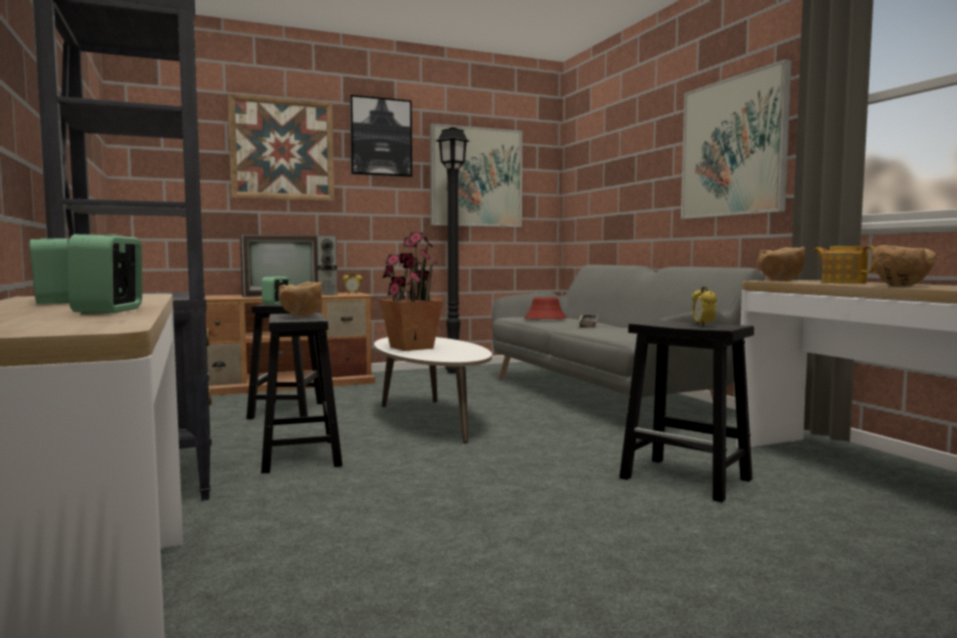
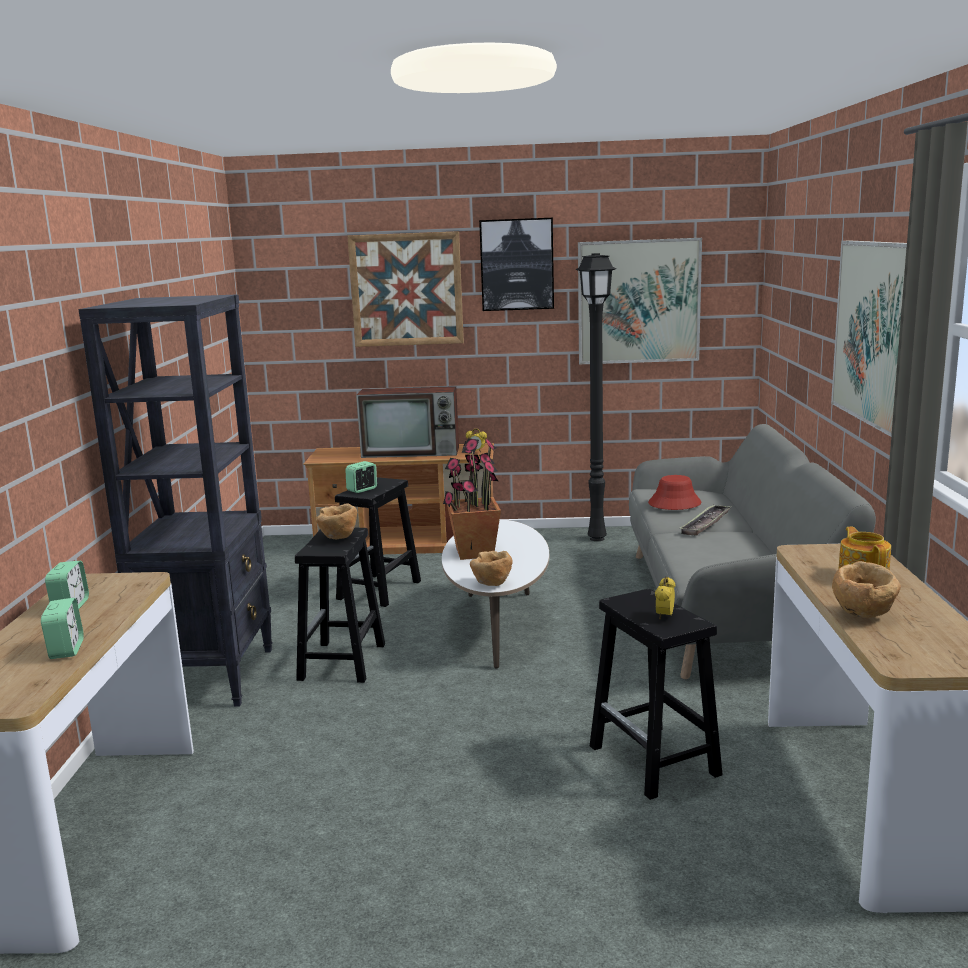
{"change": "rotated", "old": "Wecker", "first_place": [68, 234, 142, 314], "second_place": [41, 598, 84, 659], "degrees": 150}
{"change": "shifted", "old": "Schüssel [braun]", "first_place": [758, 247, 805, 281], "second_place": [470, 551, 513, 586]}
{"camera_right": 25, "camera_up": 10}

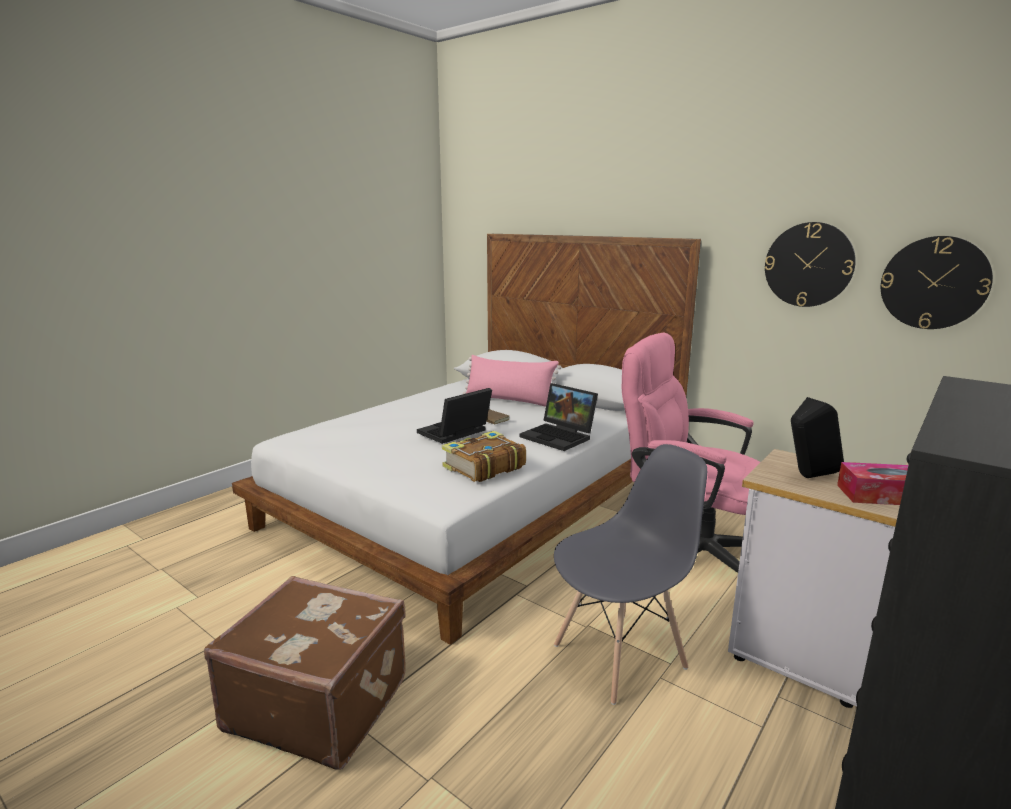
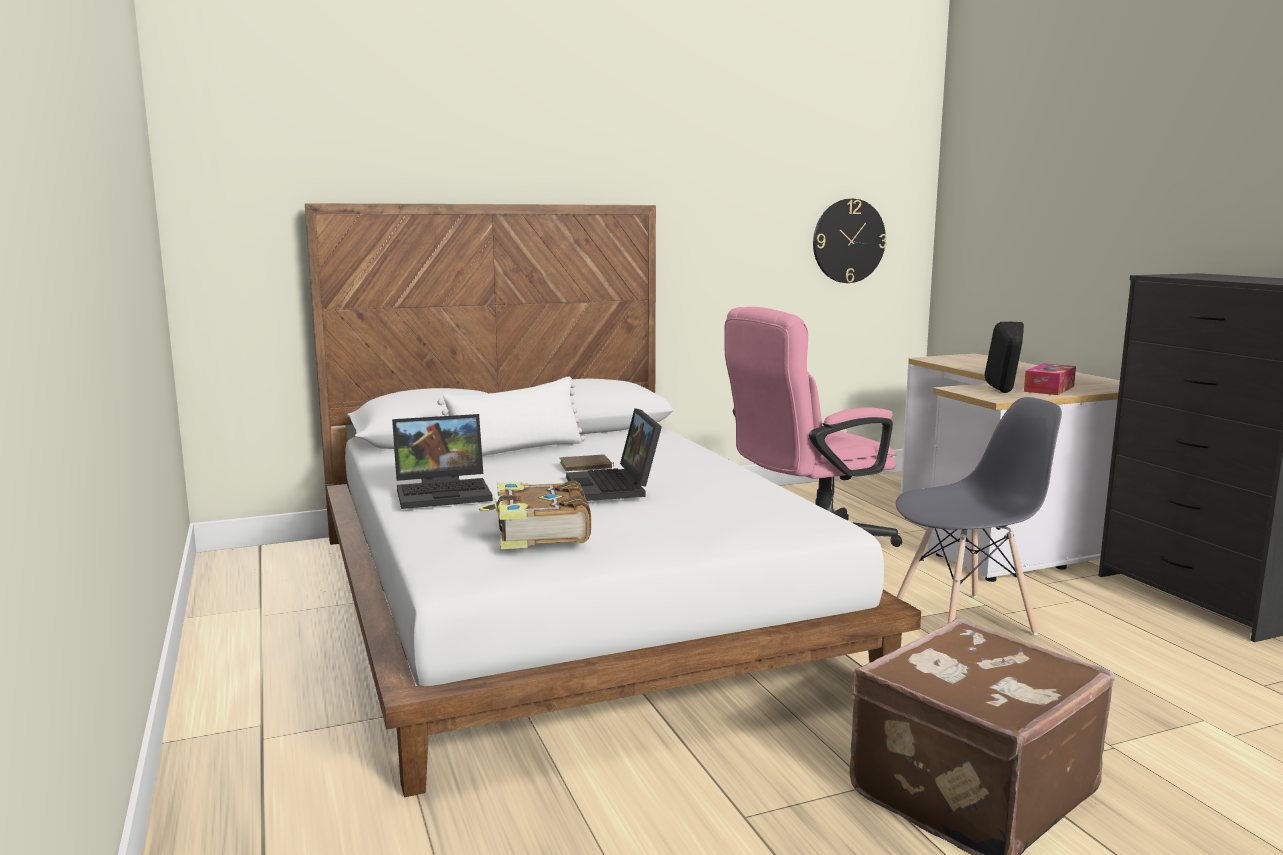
{"change": "gone", "old": "Wanduhr", "first_place": [765, 222, 856, 307]}
{"change": "repainted", "old": "Kissen [rosa]", "new": "Kissen [weiß]", "first_place": [463, 355, 561, 407], "second_place": [437, 376, 585, 456]}
{"change": "shifted", "old": "Laptop", "first_place": [520, 383, 598, 451], "second_place": [392, 414, 493, 509]}
{"change": "shifted", "old": "Buch", "first_place": [442, 431, 526, 482], "second_place": [479, 481, 591, 549]}
{"change": "rotated", "old": "Stuhl [grau]", "first_place": [554, 444, 707, 705], "second_place": [896, 397, 1062, 635], "degrees": 75}
{"camera_right": -60, "camera_up": -5}

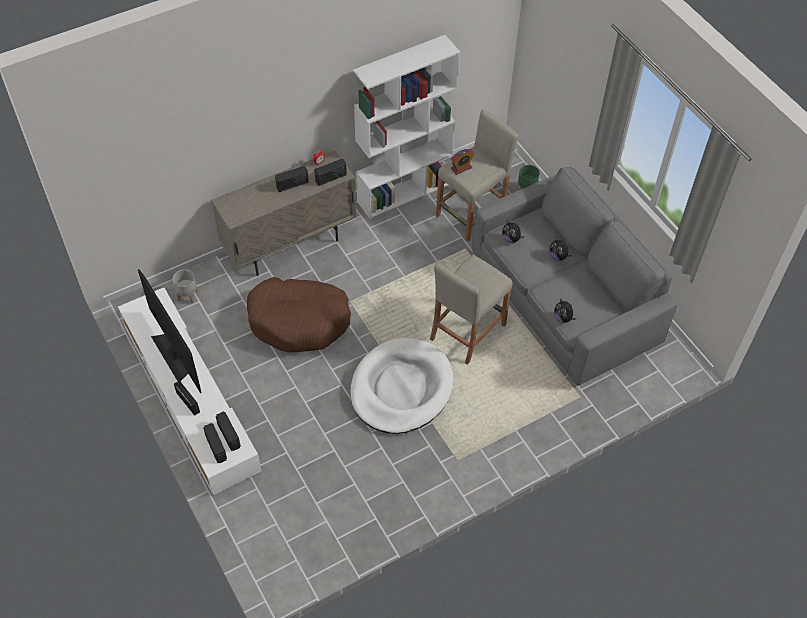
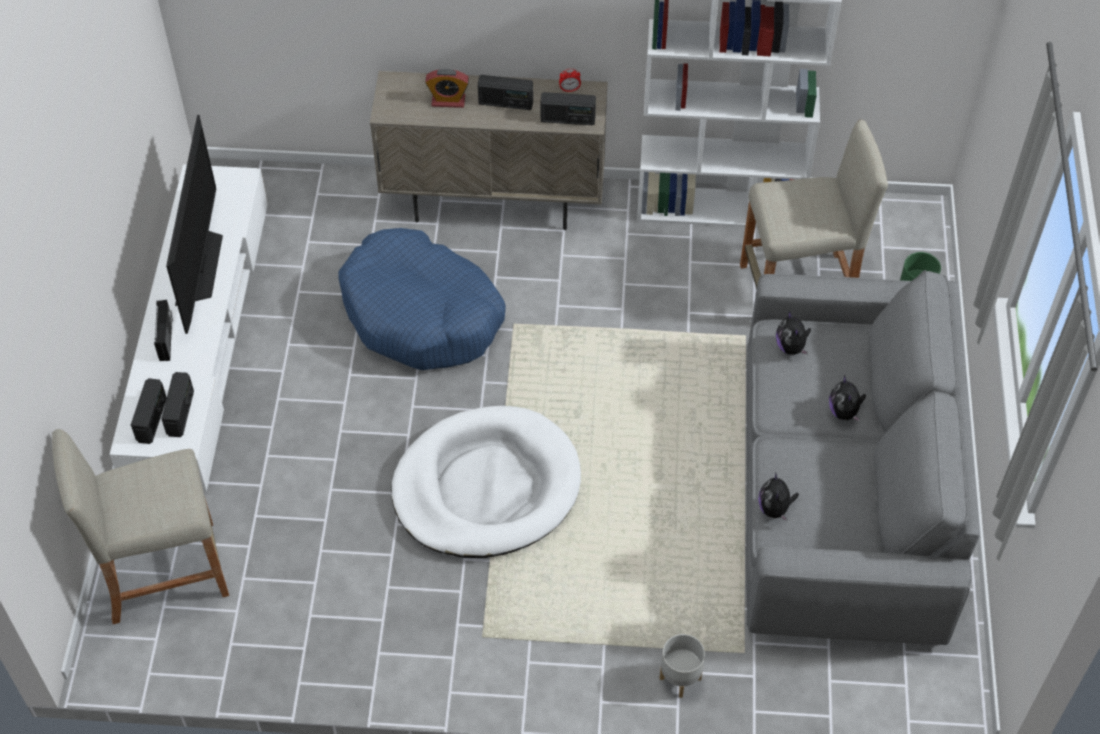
{"change": "shifted", "old": "Wecker", "first_place": [451, 149, 474, 175], "second_place": [425, 69, 469, 108]}
{"change": "shifted", "old": "Hocker [beige]", "first_place": [430, 255, 512, 365], "second_place": [52, 429, 229, 624]}
{"change": "shifted", "old": "Pflanzkübel [grau]", "first_place": [173, 270, 198, 303], "second_place": [660, 634, 705, 698]}
{"change": "repainted", "old": "Hundebett [braun]", "new": "Hundebett [blau]", "first_place": [247, 277, 351, 353], "second_place": [339, 228, 506, 370]}
{"camera_right": 35, "camera_up": 0}

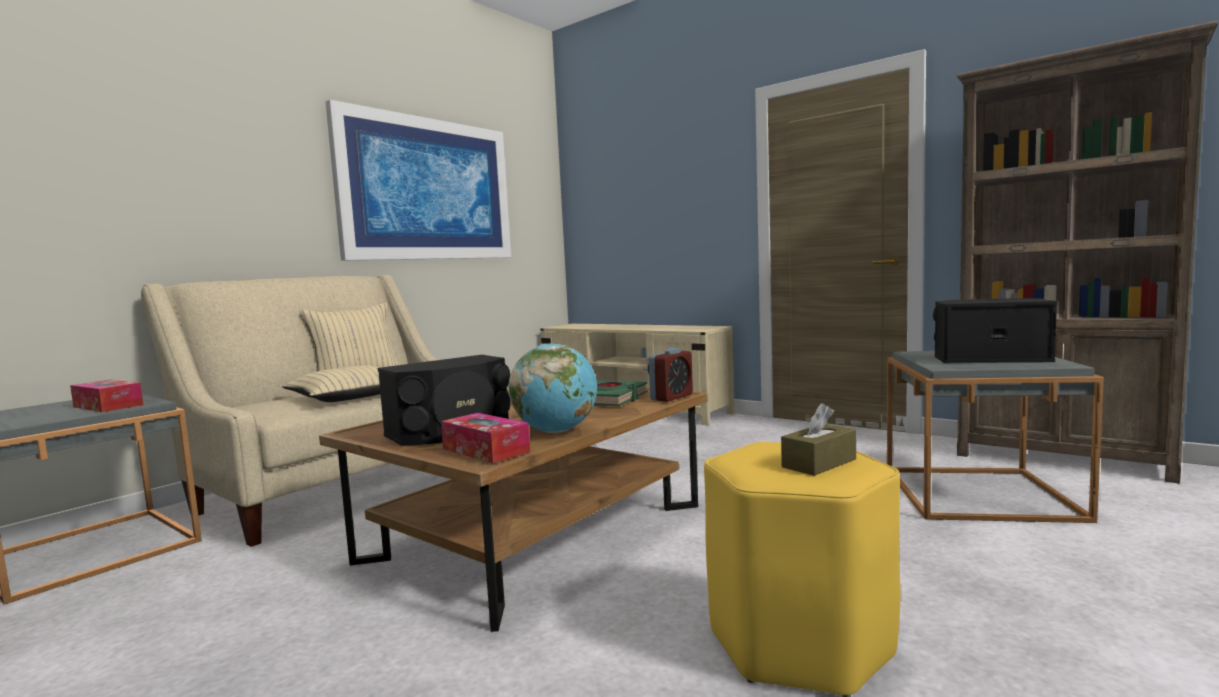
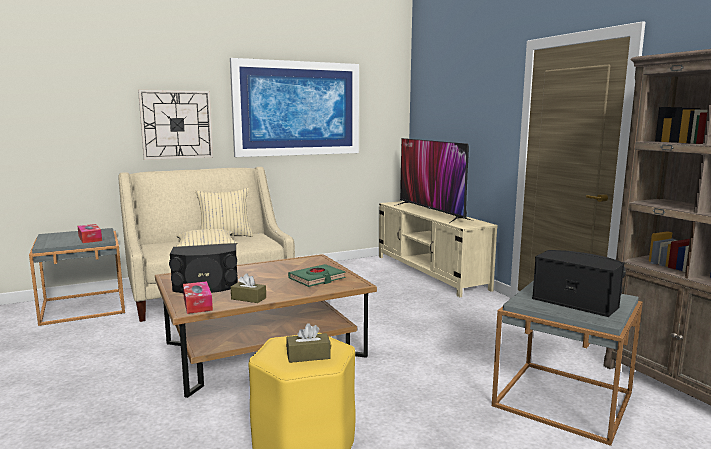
{"change": "swapped", "old": "Globus", "new": "Taschentuchbox [braun]", "first_place": [509, 344, 597, 433], "second_place": [231, 274, 266, 303]}
{"change": "gone", "old": "Wecker", "first_place": [649, 348, 693, 402]}
{"change": "new", "new": "Wanduhr", "second_place": [138, 89, 213, 160]}
{"change": "new", "new": "Fernseher", "second_place": [394, 138, 473, 223]}
{"camera_right": 25, "camera_up": 5}

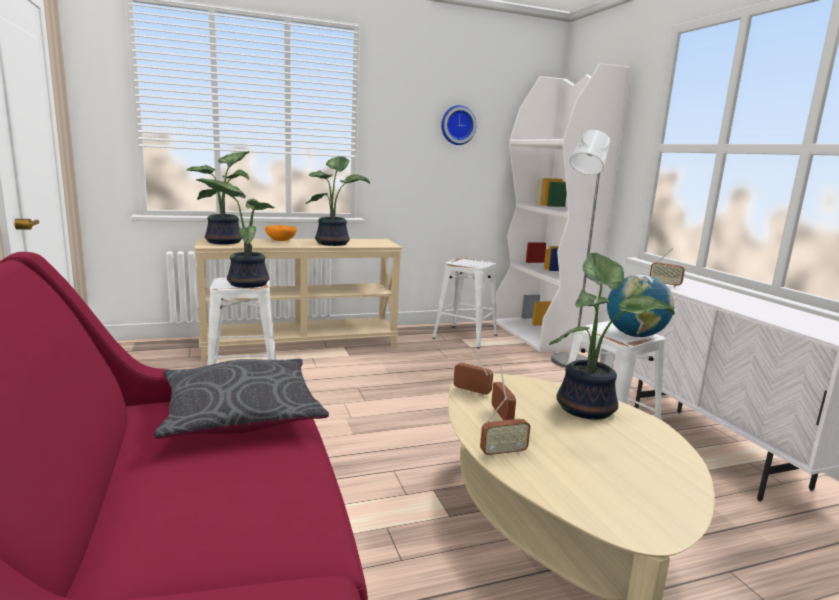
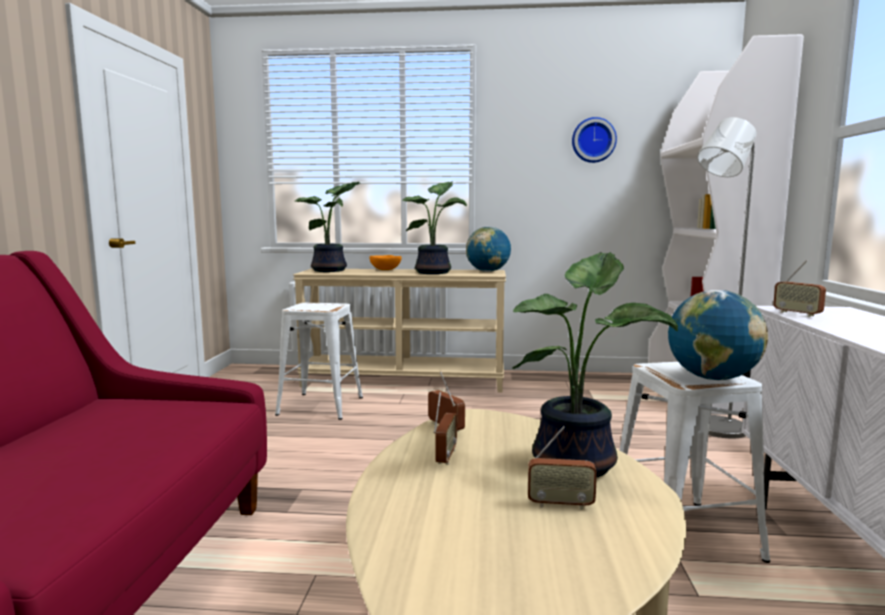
{"change": "gone", "old": "Topfpflanze", "first_place": [195, 178, 274, 288]}
{"change": "gone", "old": "Hocker [weiß]", "first_place": [432, 258, 497, 348]}
{"change": "gone", "old": "Kissen [grau]", "first_place": [154, 359, 329, 439]}
{"change": "shifted", "old": "Radio", "first_place": [480, 396, 531, 458], "second_place": [528, 426, 597, 510]}
{"change": "new", "new": "Globus", "second_place": [466, 227, 511, 272]}
{"camera_right": 25, "camera_up": -5}

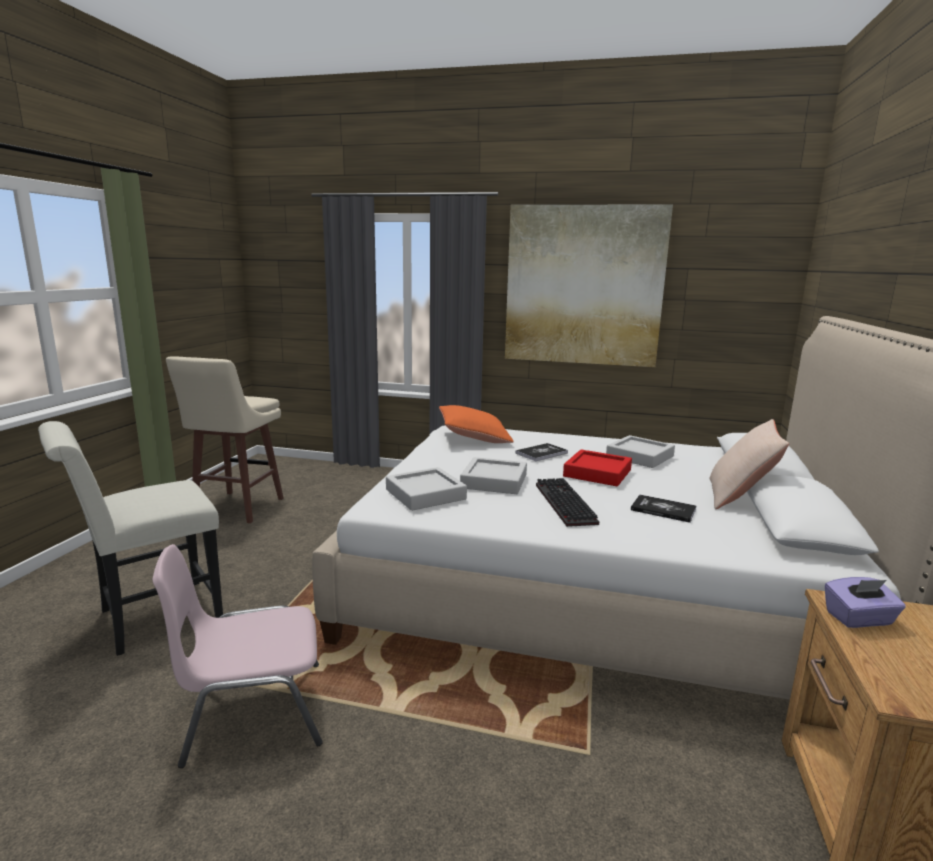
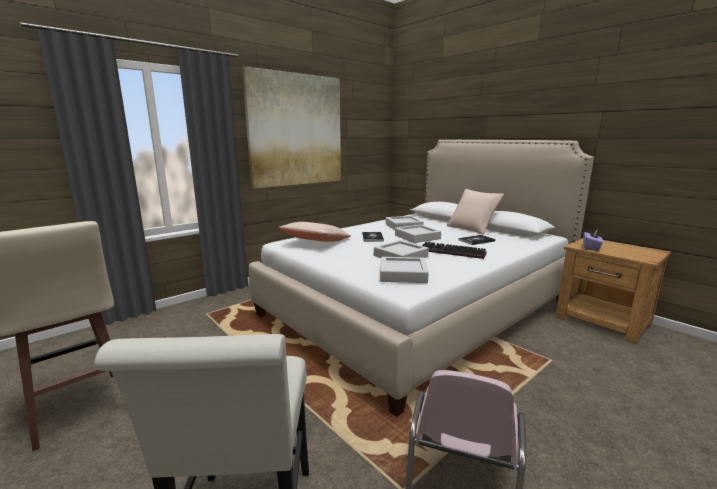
{"change": "repainted", "old": "Kissen [orange]", "new": "Kissen [beige]", "first_place": [439, 405, 514, 443], "second_place": [279, 222, 351, 242]}
{"change": "repainted", "old": "Tablett [rot]", "new": "Tablett [grau]", "first_place": [563, 449, 632, 486], "second_place": [395, 225, 441, 243]}
{"camera_right": -55, "camera_up": 0}

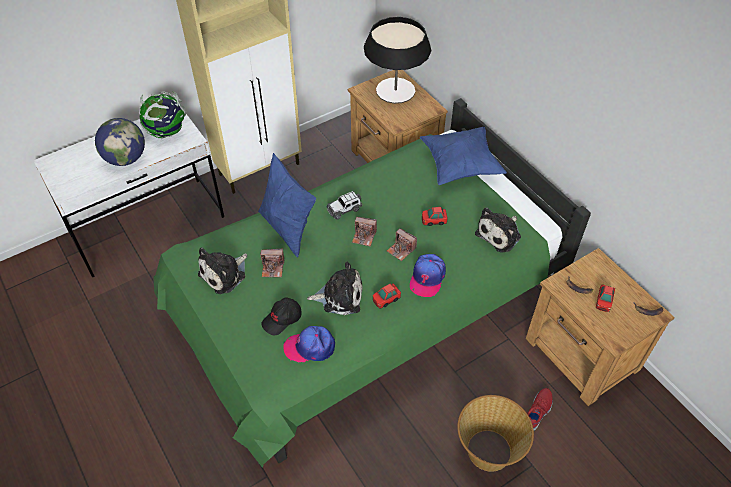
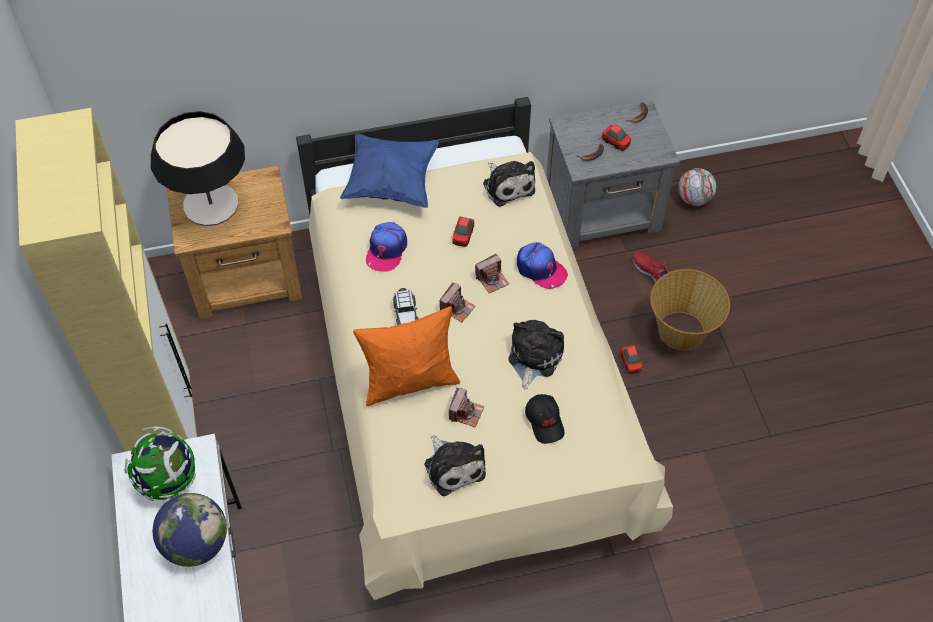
{"change": "repainted", "old": "Bett [grün]", "new": "Bett [beige]", "first_place": [153, 98, 591, 468], "second_place": [296, 97, 673, 600]}
{"change": "repainted", "old": "Kissen [blau]", "new": "Kissen [orange]", "first_place": [258, 153, 316, 257], "second_place": [353, 306, 460, 406]}
{"change": "repainted", "old": "Nachttisch [braun]", "new": "Nachttisch [grau]", "first_place": [526, 248, 675, 406], "second_place": [546, 100, 680, 248]}
{"change": "shifted", "old": "Spielzeugauto", "first_place": [373, 284, 401, 309], "second_place": [620, 345, 643, 374]}
{"change": "shifted", "old": "Kappe", "first_place": [283, 326, 335, 362], "second_place": [366, 222, 407, 272]}
{"change": "new", "new": "Fußball", "second_place": [678, 168, 716, 206]}
{"camera_right": -70, "camera_up": 5}

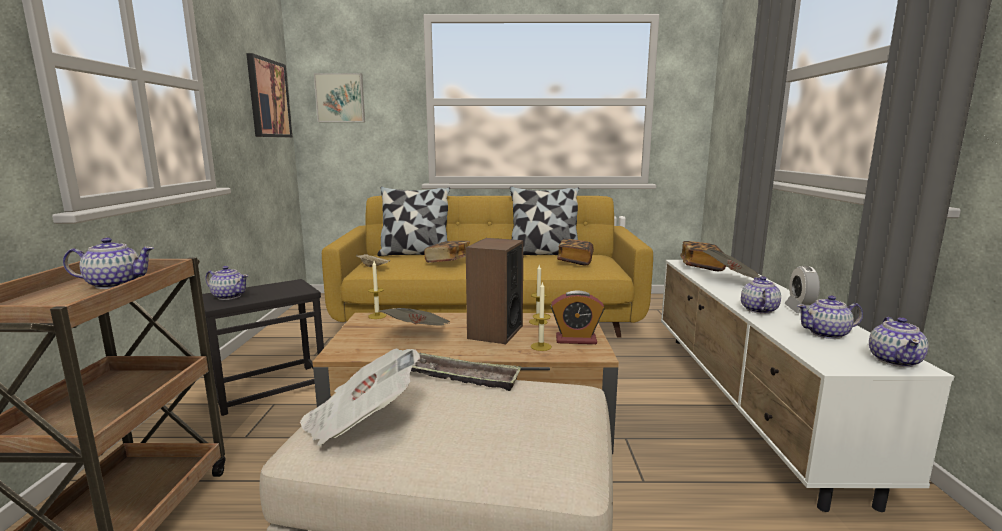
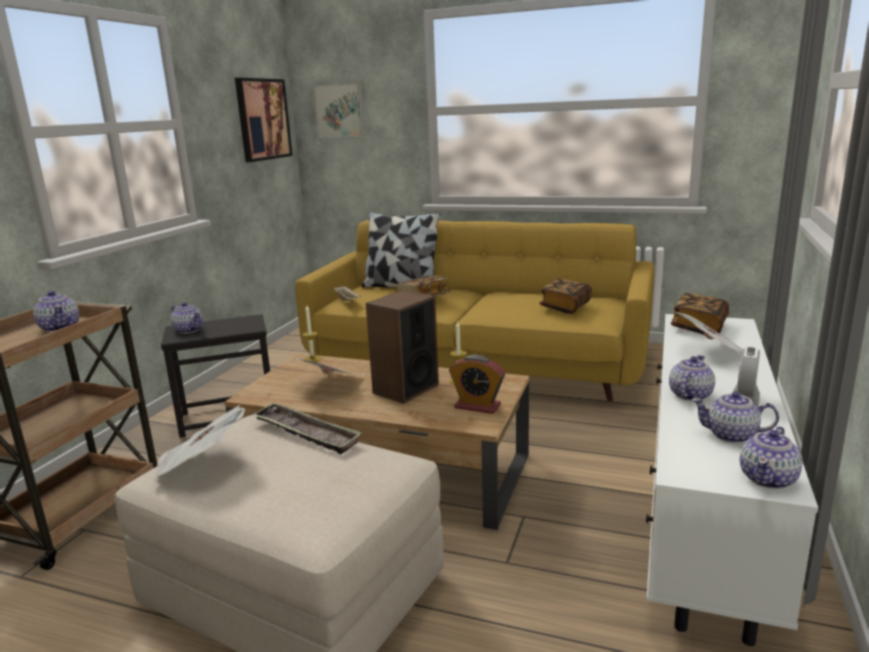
{"change": "gone", "old": "Kissen", "first_place": [510, 186, 579, 255]}
{"change": "rotated", "old": "Teekanne", "first_place": [63, 238, 154, 289], "second_place": [33, 291, 80, 332], "degrees": 45}
{"change": "gone", "old": "Kerze", "first_place": [531, 281, 552, 351]}
{"camera_right": 20, "camera_up": 5}

